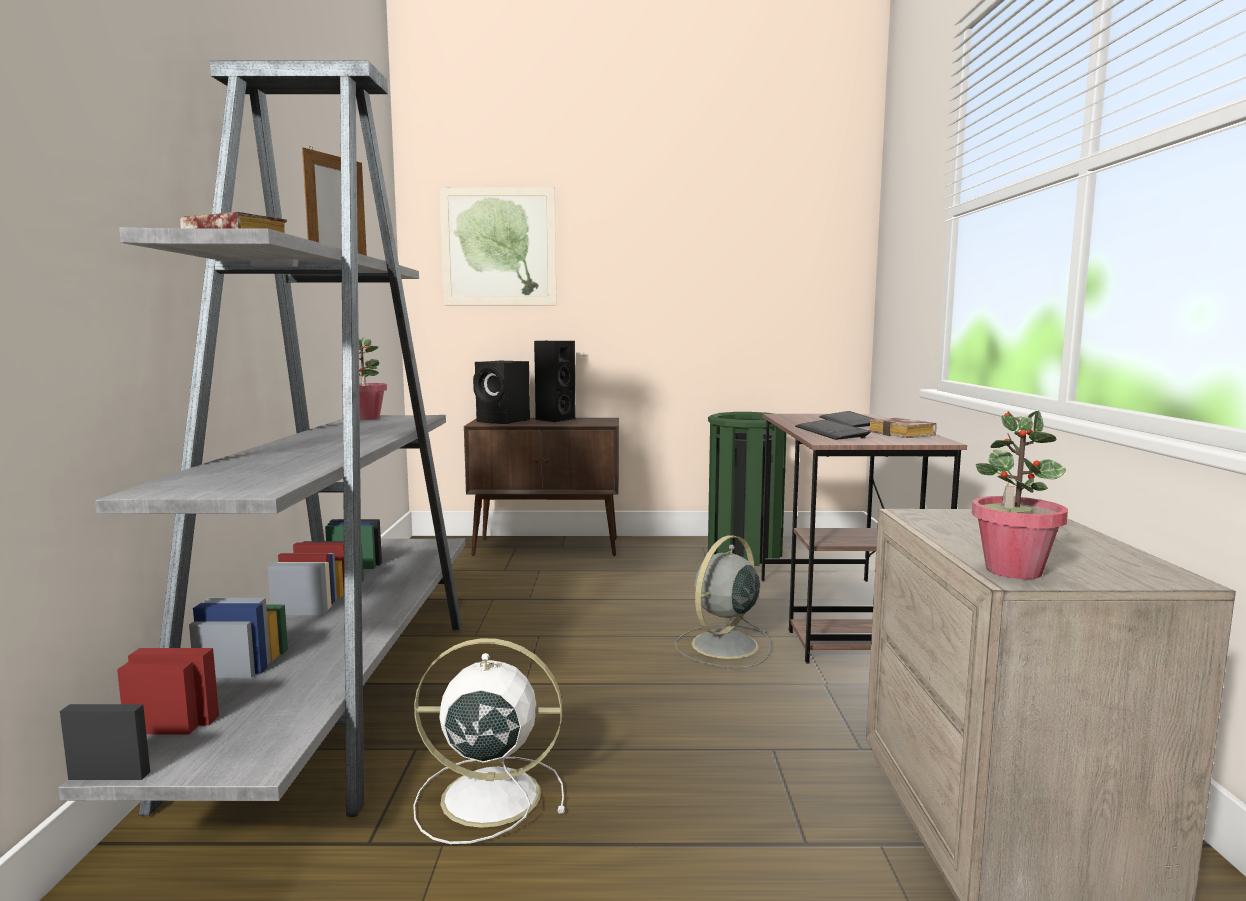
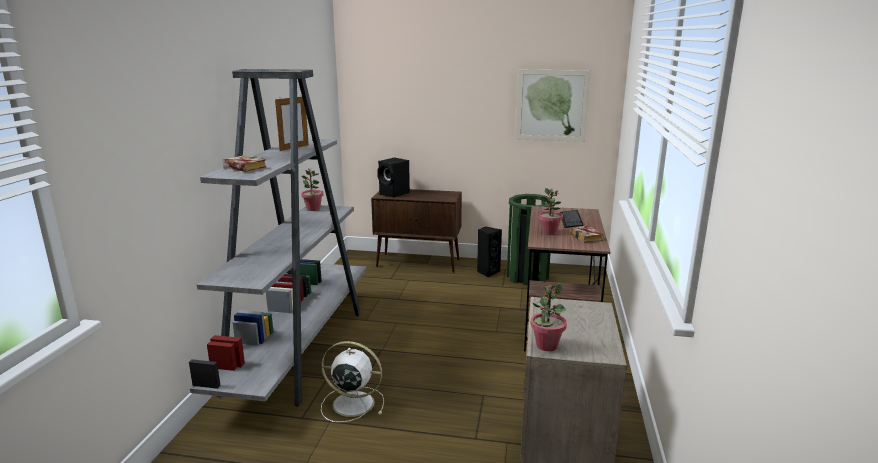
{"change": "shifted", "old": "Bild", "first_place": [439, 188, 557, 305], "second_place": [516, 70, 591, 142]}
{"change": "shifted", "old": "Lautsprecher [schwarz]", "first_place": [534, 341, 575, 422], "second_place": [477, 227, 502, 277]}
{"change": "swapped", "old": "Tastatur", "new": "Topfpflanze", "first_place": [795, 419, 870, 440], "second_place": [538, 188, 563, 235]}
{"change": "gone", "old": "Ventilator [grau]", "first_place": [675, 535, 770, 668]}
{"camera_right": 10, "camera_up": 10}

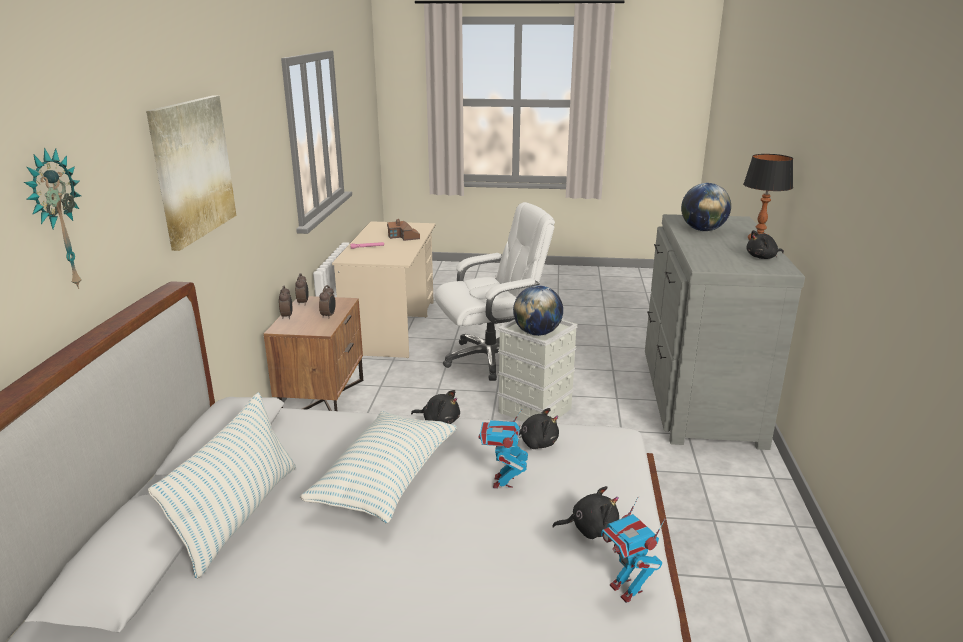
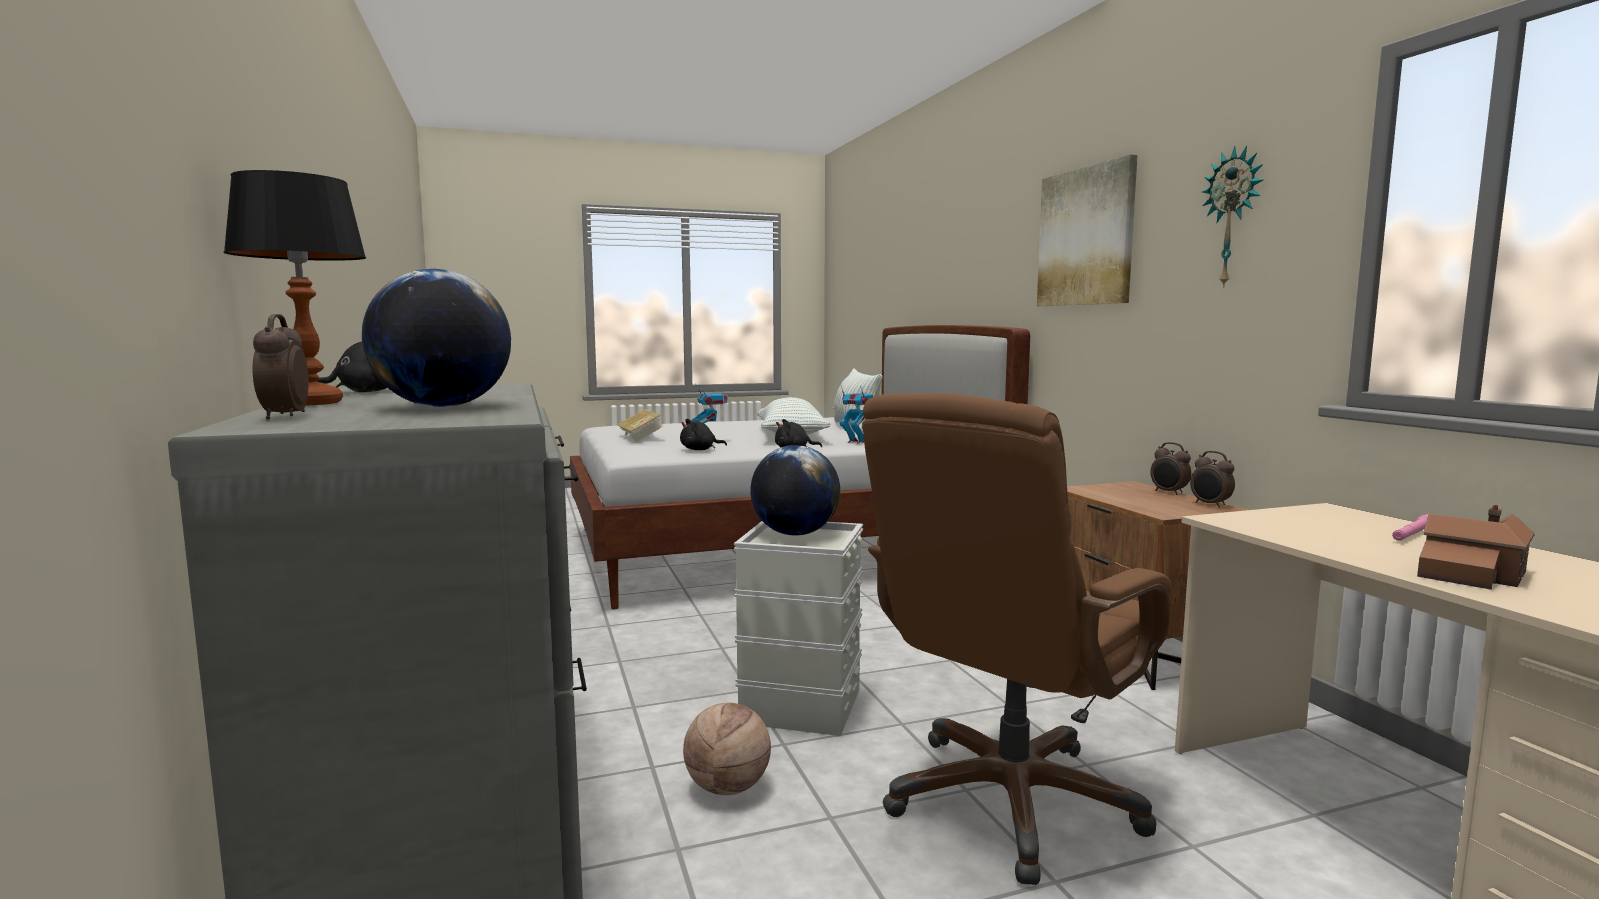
{"change": "shifted", "old": "Wanduhr", "first_place": [24, 148, 82, 289], "second_place": [1202, 146, 1263, 288]}
{"change": "repainted", "old": "Bürostuhl [weiß]", "new": "Bürostuhl [braun]", "first_place": [435, 202, 555, 381], "second_place": [862, 393, 1172, 885]}
{"change": "shifted", "old": "Wecker", "first_place": [319, 285, 336, 319], "second_place": [252, 314, 309, 419]}
{"change": "swapped", "old": "Plüschtier [schwarz]", "new": "Buch", "first_place": [552, 486, 619, 539], "second_place": [617, 409, 664, 442]}
{"change": "shifted", "old": "Spielzeugroboter", "first_place": [601, 496, 665, 603], "second_place": [840, 385, 873, 444]}
{"change": "new", "new": "Basketball", "second_place": [683, 703, 771, 795]}
{"camera_right": 155, "camera_up": -15}

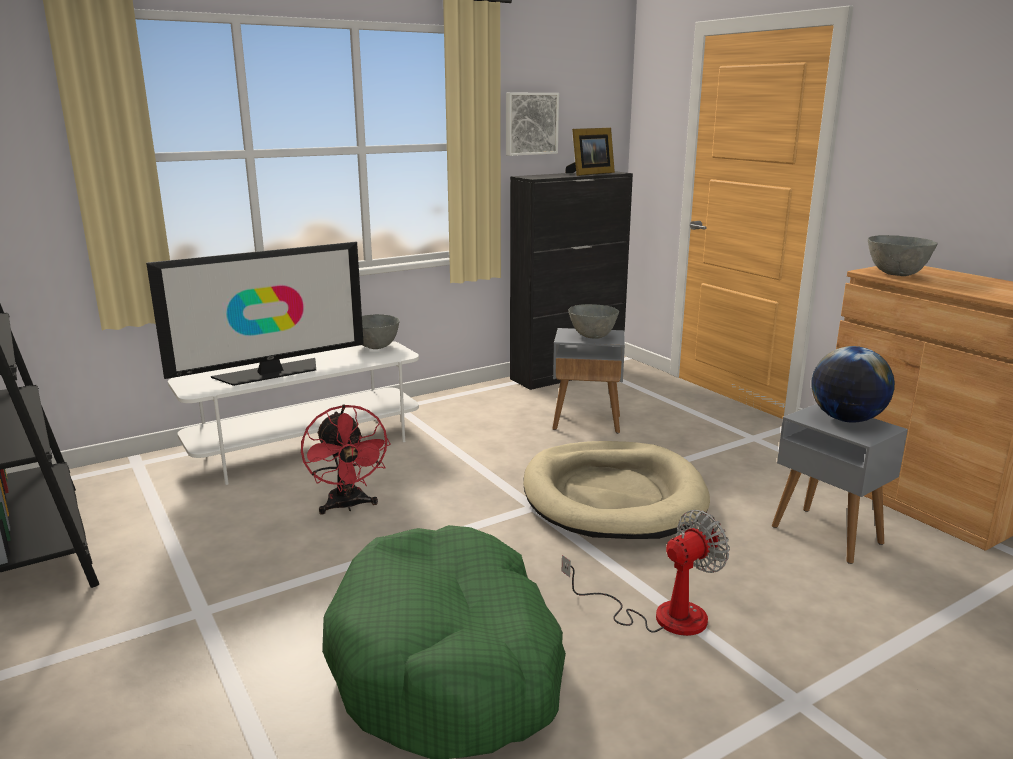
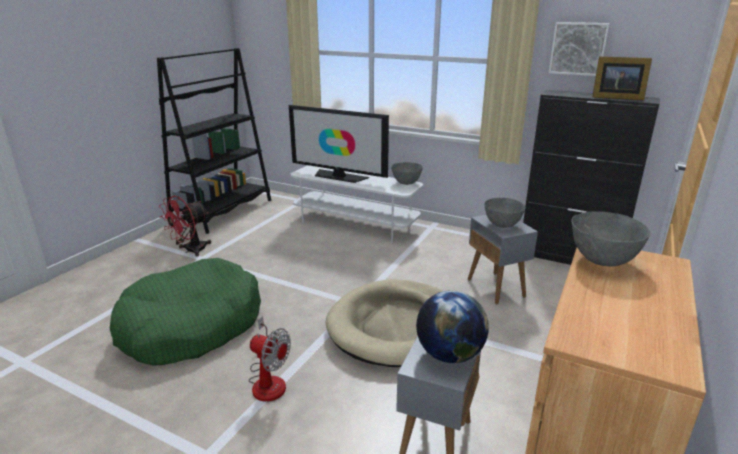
{"change": "shifted", "old": "Ventilator [rot]", "first_place": [301, 404, 390, 514], "second_place": [159, 196, 211, 257]}
{"camera_right": 60, "camera_up": 5}

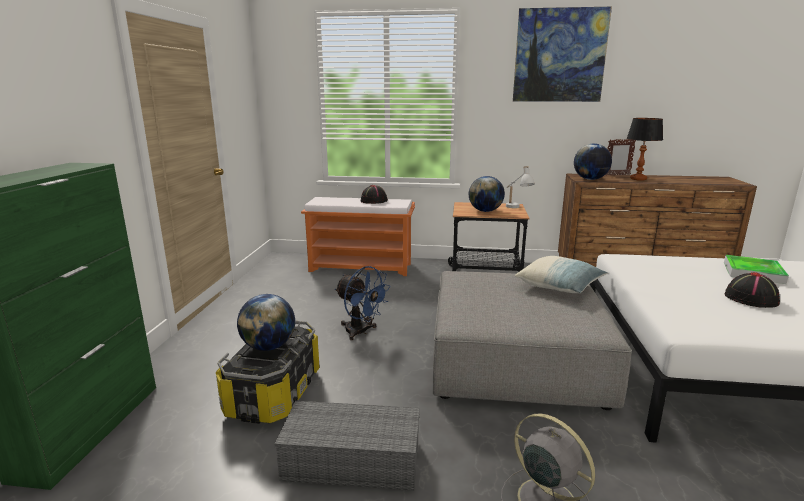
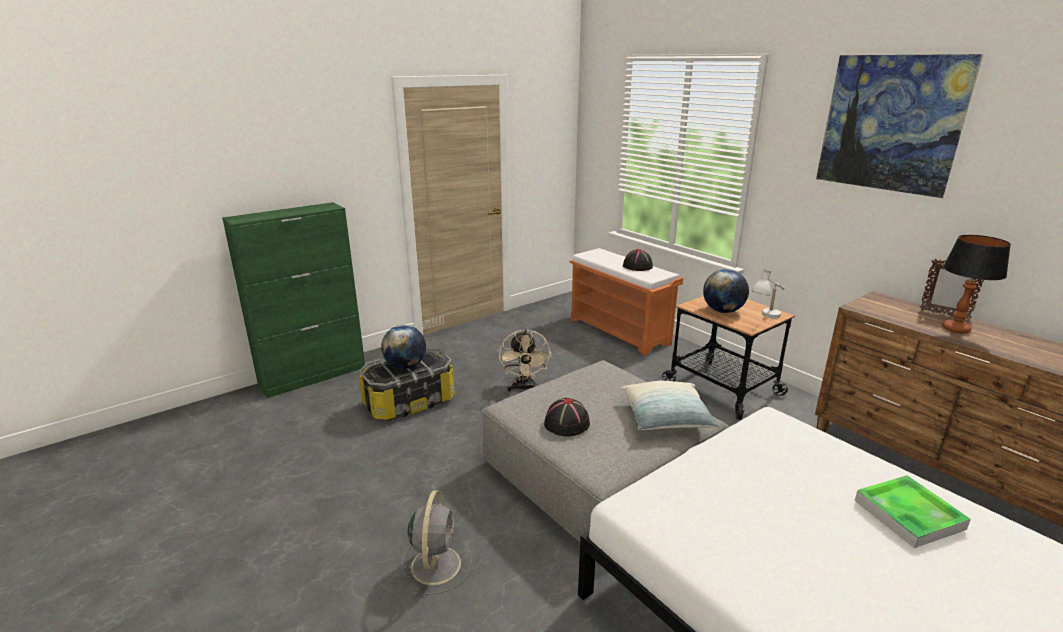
{"change": "gone", "old": "Globus", "first_place": [574, 144, 612, 180]}
{"change": "repainted", "old": "Ventilator [blau]", "new": "Ventilator [beige]", "first_place": [335, 266, 391, 340], "second_place": [499, 329, 551, 392]}
{"change": "shifted", "old": "Hut [schwarz]", "first_place": [724, 272, 780, 308], "second_place": [544, 398, 590, 437]}
{"change": "gone", "old": "Aufbewahrungsbox [grau]", "first_place": [274, 401, 420, 491]}
{"camera_right": 45, "camera_up": 5}

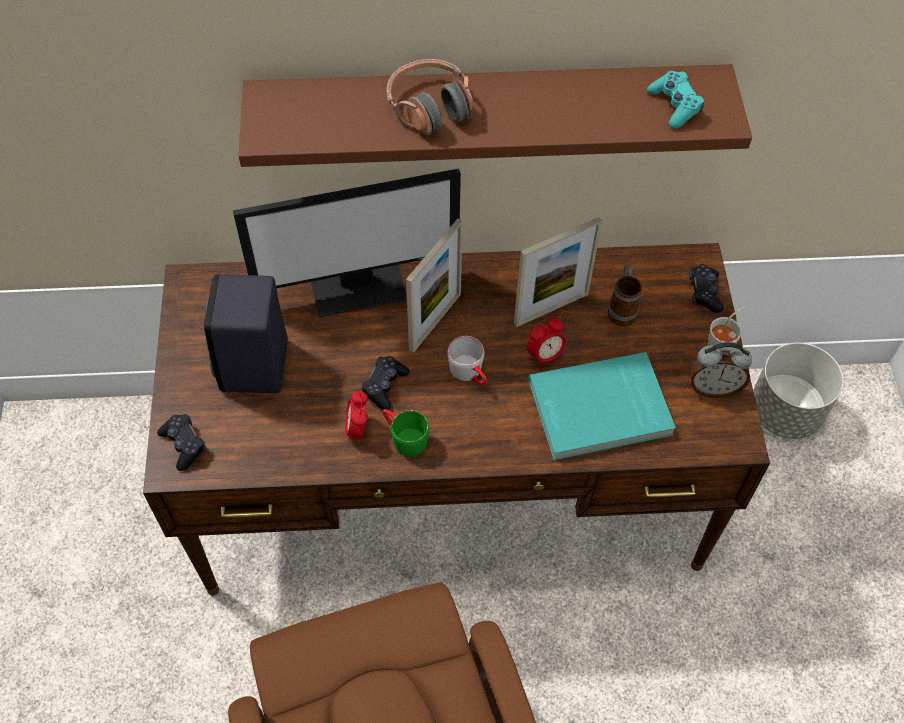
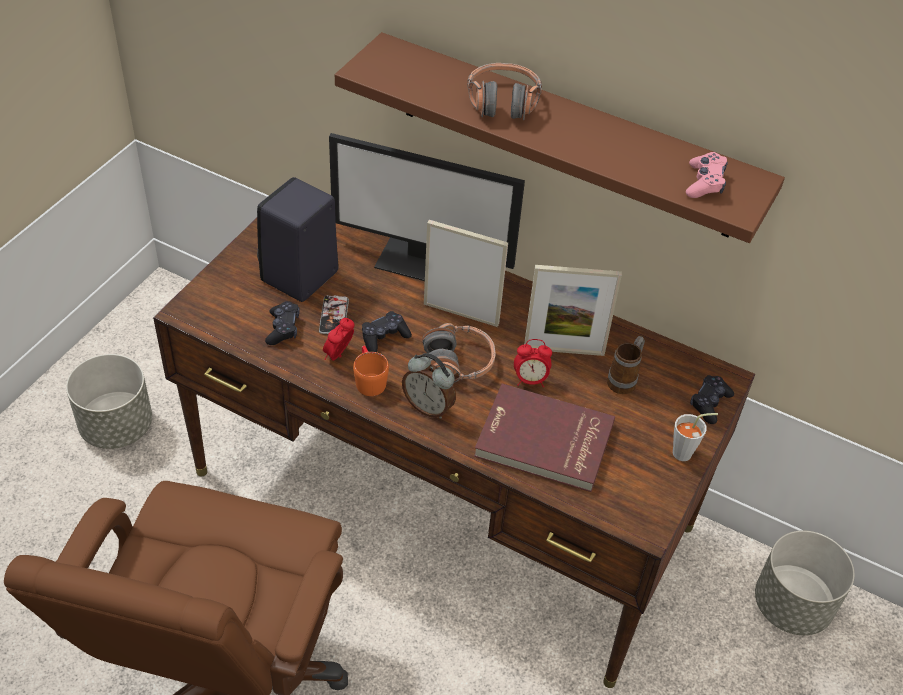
{"change": "repainted", "old": "Gamepad [türkis]", "new": "Gamepad [rosa]", "first_place": [647, 71, 704, 128], "second_place": [686, 152, 728, 198]}
{"change": "rotated", "old": "Bilderrahmen", "first_place": [406, 219, 463, 353], "second_place": [424, 220, 508, 327], "degrees": -135}
{"change": "swapped", "old": "Henkelbecher [grau]", "new": "Kopfhörer", "first_place": [447, 336, 487, 385], "second_place": [422, 323, 496, 382]}
{"change": "shifted", "old": "Wecker", "first_place": [690, 342, 752, 398], "second_place": [402, 353, 456, 419]}
{"change": "repainted", "old": "Buch [türkis]", "new": "Buch [rot]", "first_place": [529, 352, 676, 460], "second_place": [474, 383, 615, 492]}
{"change": "repainted", "old": "Henkelbecher [grün]", "new": "Henkelbecher [orange]", "first_place": [383, 409, 429, 457], "second_place": [353, 346, 389, 396]}
{"change": "shifted", "old": "Gamepad [schwarz]", "first_place": [157, 414, 206, 471], "second_place": [265, 301, 300, 345]}
{"change": "new", "new": "Handy", "second_place": [319, 295, 349, 334]}
{"change": "new", "new": "Pflanzkübel [grau]", "second_place": [66, 354, 152, 449]}
{"camera_right": 30, "camera_up": -10}

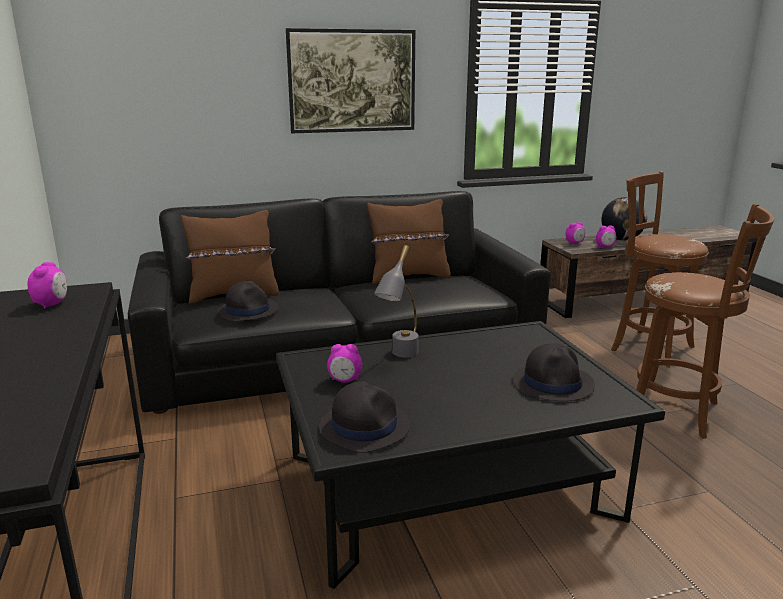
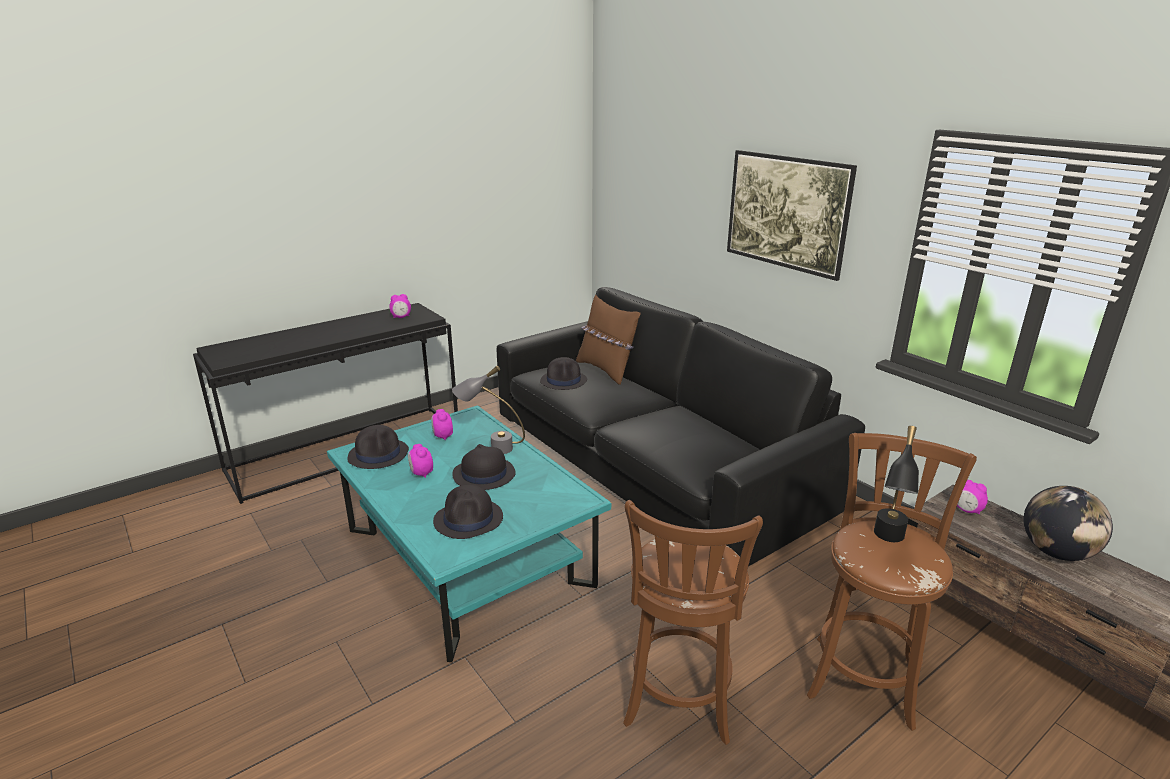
{"change": "gone", "old": "Kissen [braun]", "first_place": [367, 199, 451, 284]}
{"change": "shifted", "old": "Wecker", "first_place": [596, 225, 616, 248], "second_place": [408, 444, 433, 478]}
{"change": "repainted", "old": "Couchtisch [schwarz]", "new": "Couchtisch [türkis]", "first_place": [276, 321, 665, 589], "second_place": [327, 406, 611, 662]}
{"change": "new", "new": "Tischlampe [schwarz]", "second_place": [874, 426, 919, 542]}
{"change": "new", "new": "Hut [schwarz]", "second_place": [452, 444, 516, 490]}
{"camera_right": 70, "camera_up": 5}

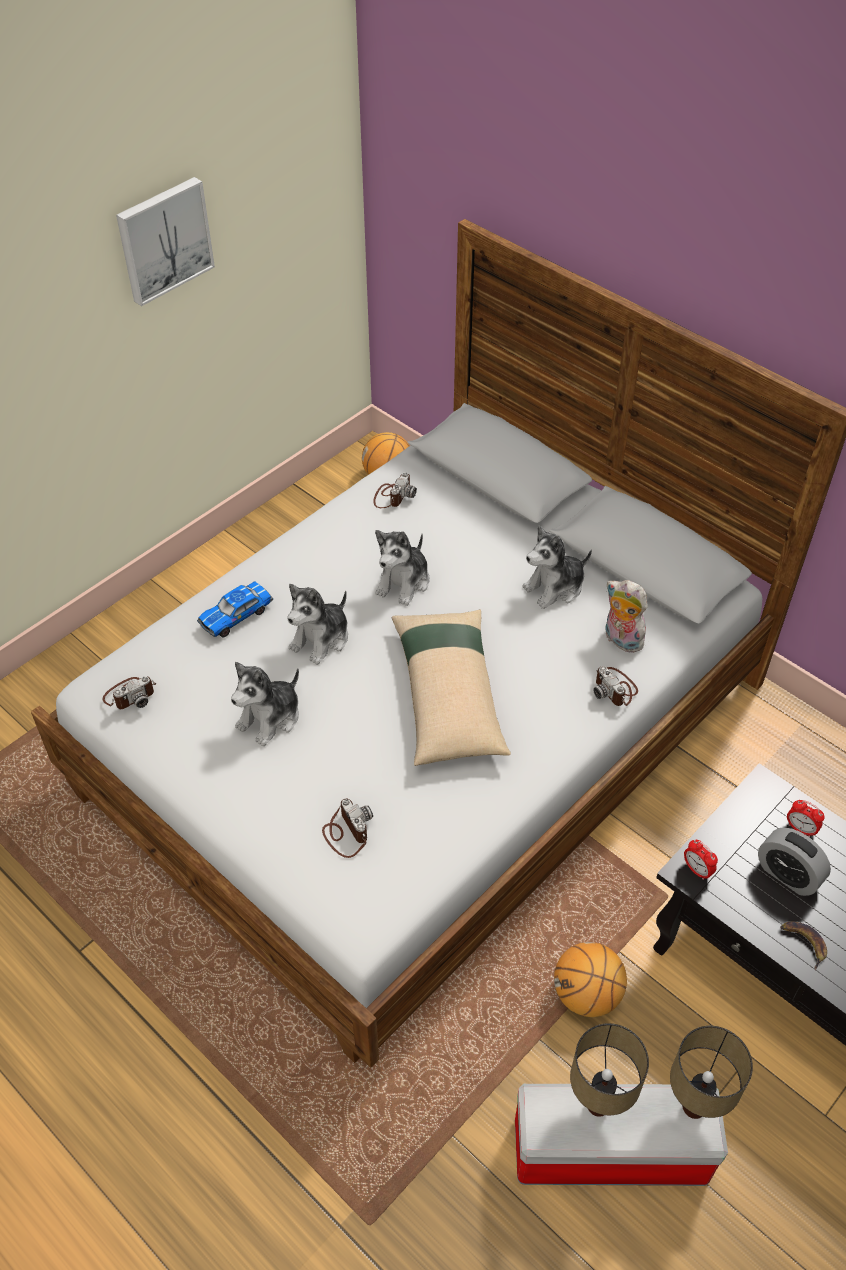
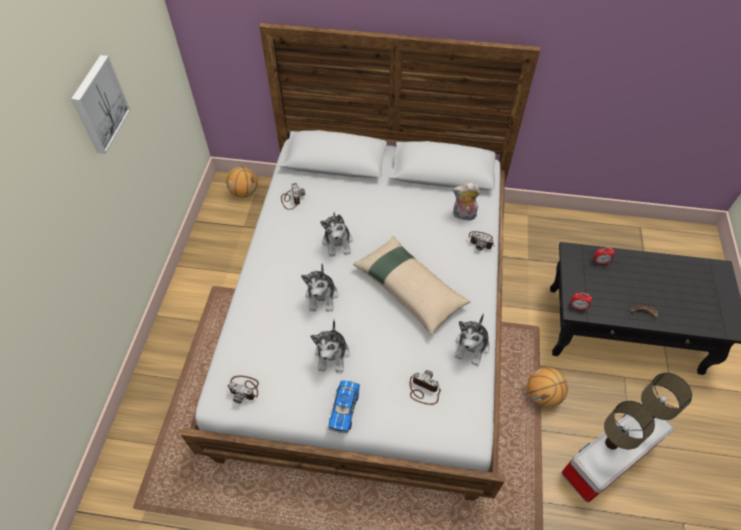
{"change": "shifted", "old": "Plüschtier", "first_place": [522, 526, 592, 609], "second_place": [455, 313, 489, 366]}
{"change": "shifted", "old": "Spielzeugauto", "first_place": [197, 582, 273, 637], "second_place": [328, 380, 360, 433]}
{"change": "rotated", "old": "Kamera", "first_place": [103, 676, 156, 709], "second_place": [227, 376, 259, 404], "degrees": 90}
{"change": "gone", "old": "Wecker", "first_place": [758, 828, 831, 896]}
{"camera_right": -35, "camera_up": 5}

